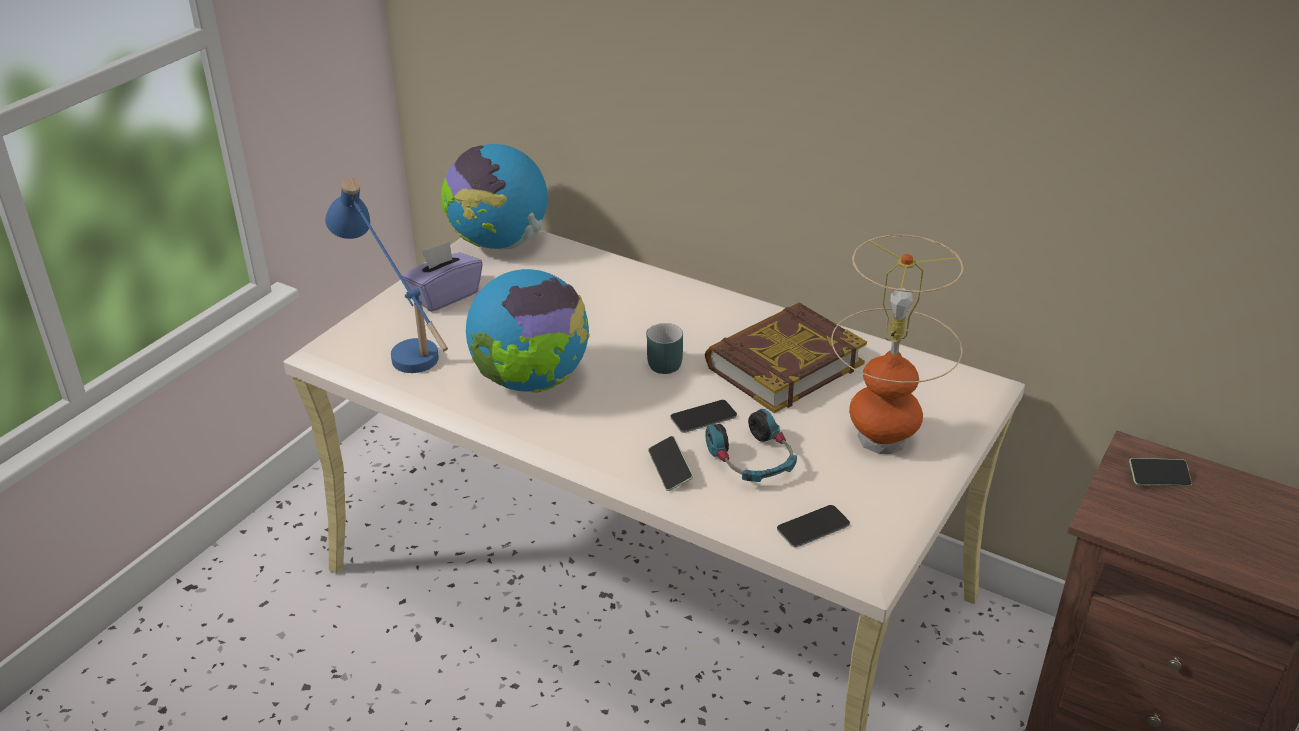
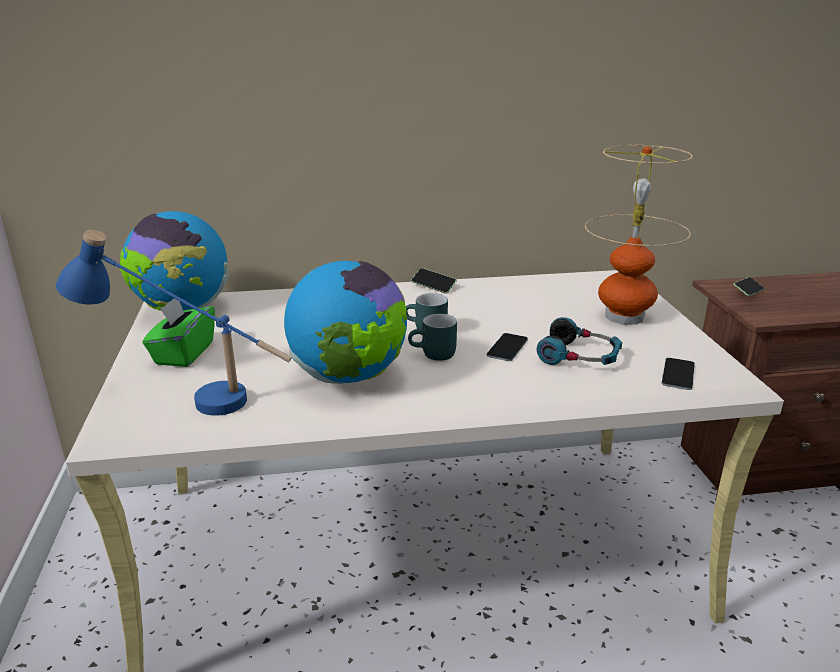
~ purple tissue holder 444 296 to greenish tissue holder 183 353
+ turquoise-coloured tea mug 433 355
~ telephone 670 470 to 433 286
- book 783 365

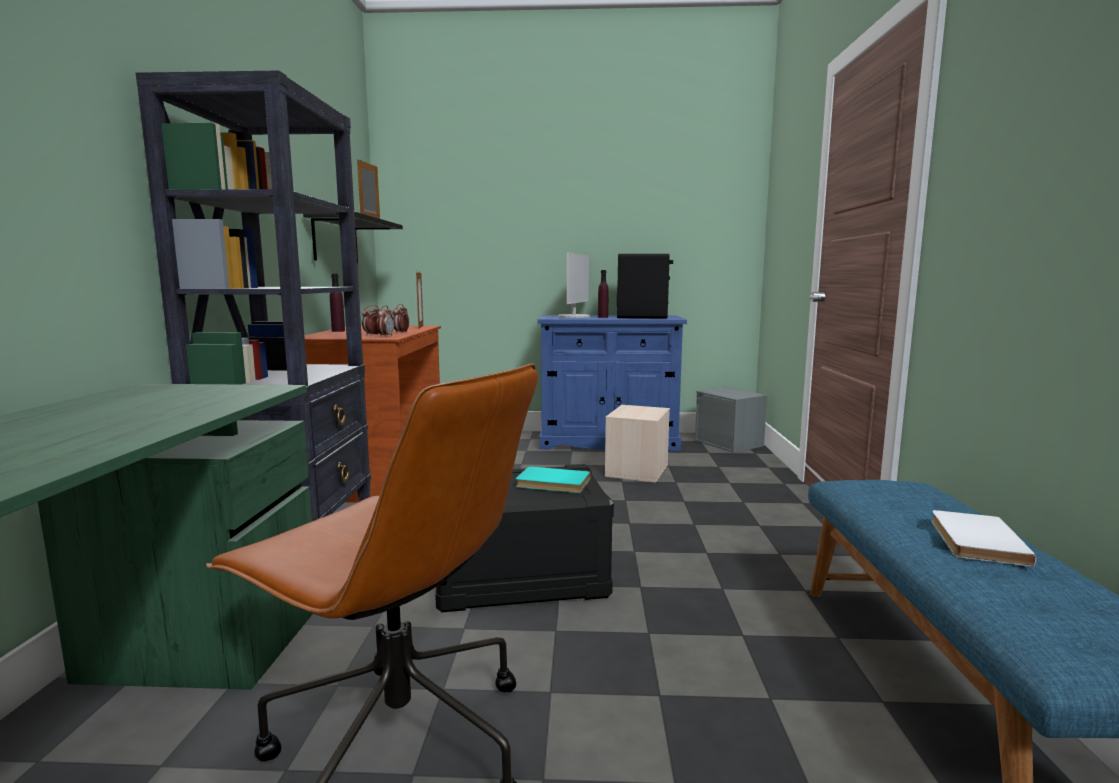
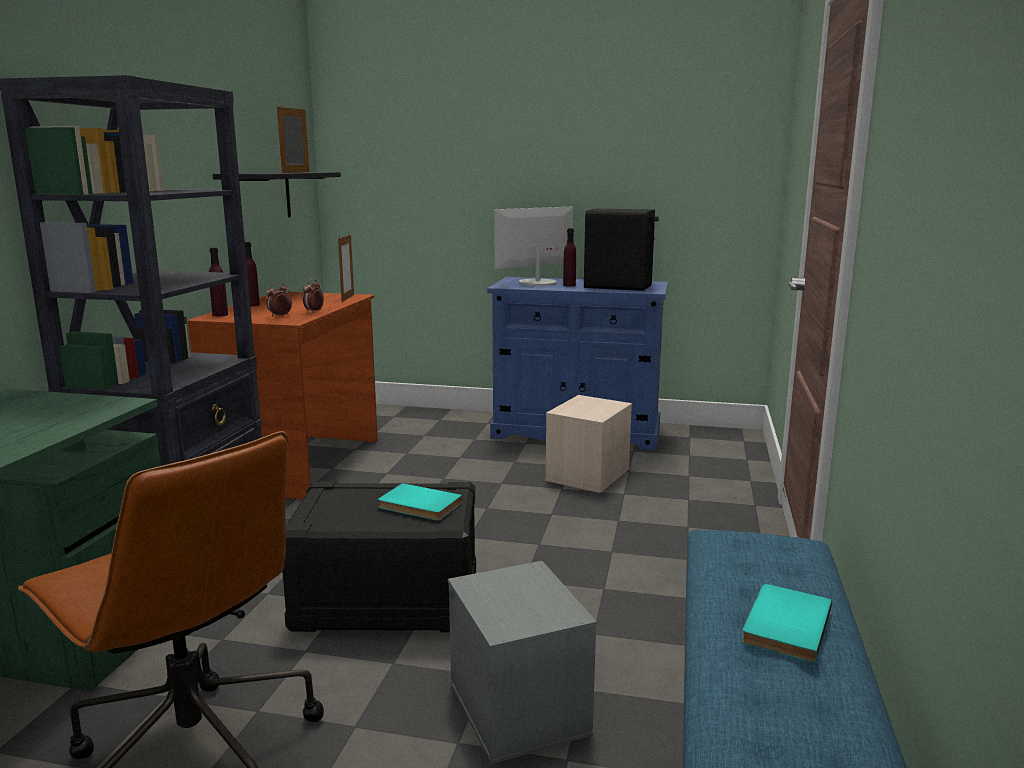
+ purple drink bottle 220 315
~ greyish storage box 729 443 to 520 709
~ computer screen 574 316 = 537 283 150 degrees counterclockwise
~ white book 973 540 to turquoise-coloured book 783 624
- bedside clock 386 336

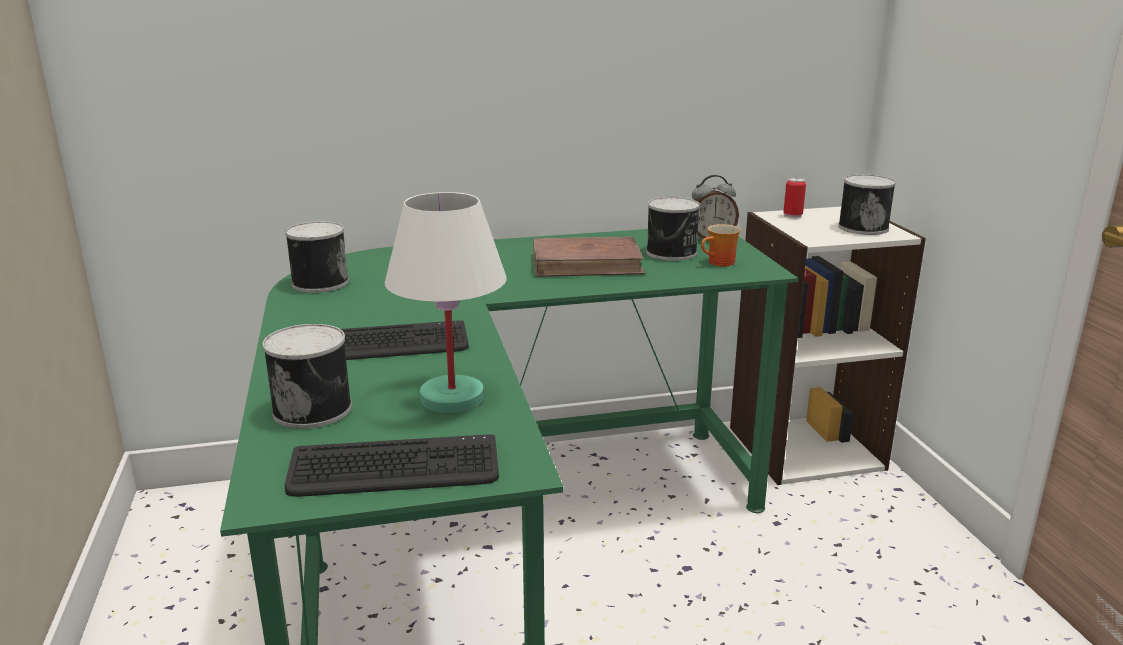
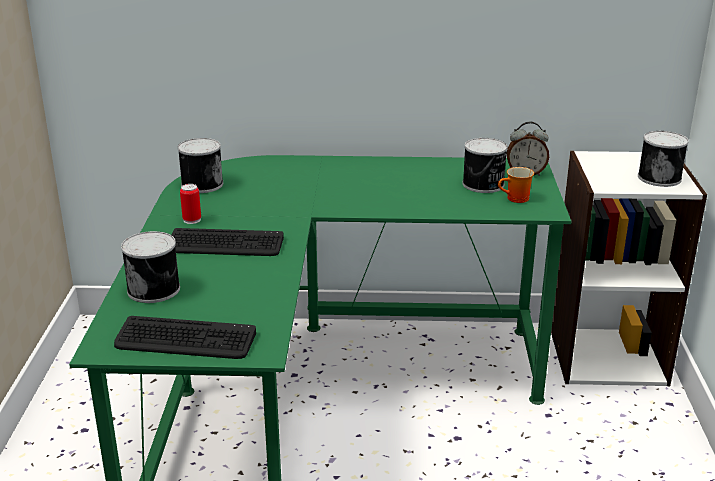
~ can 792 216 to 192 220
- white lamp for a table 452 399
- brown-coloured book 587 264

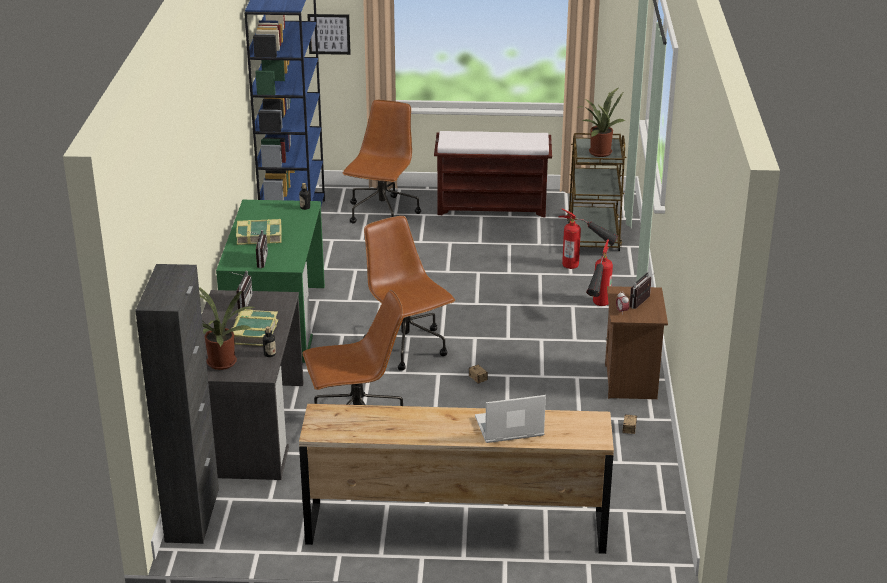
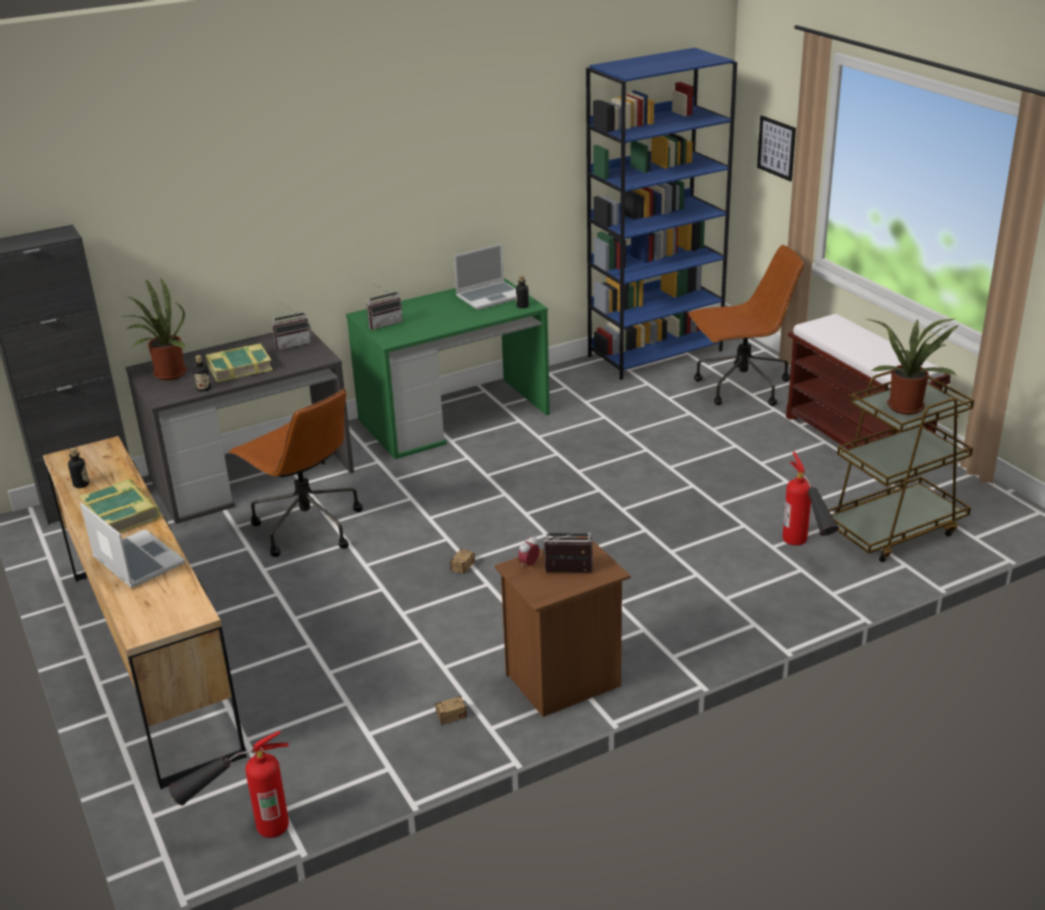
+ drink bottle 81 484
~ book 259 235 to 122 513
~ fire-fighting cylinder 597 310 to 242 832
+ notebook computer 490 297
- brown-coloured computer chair 406 347

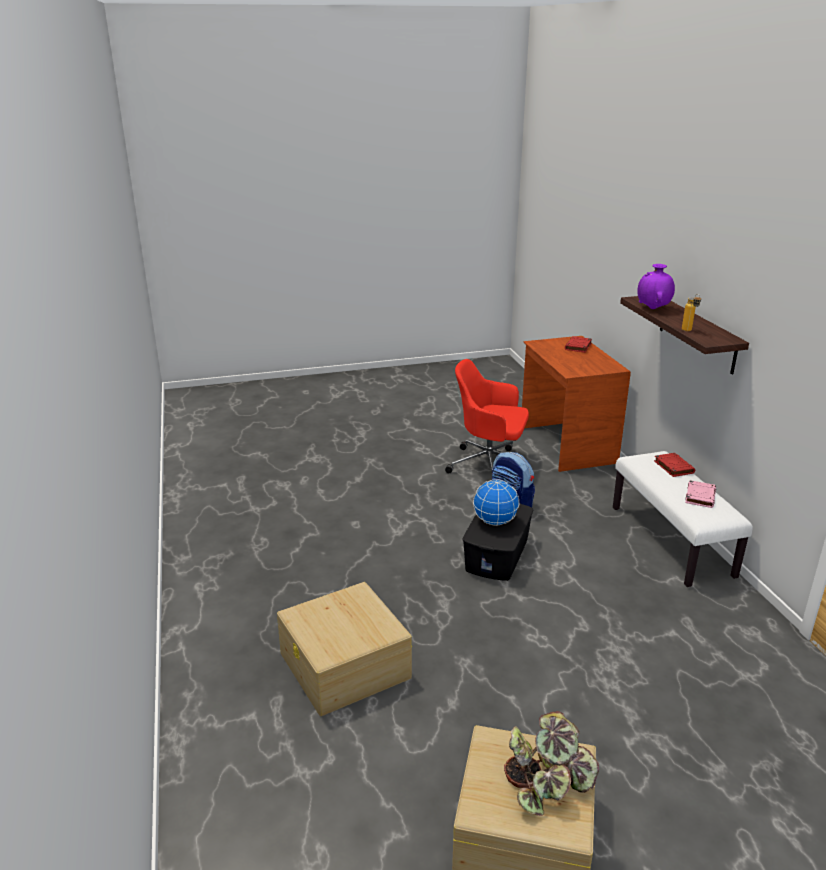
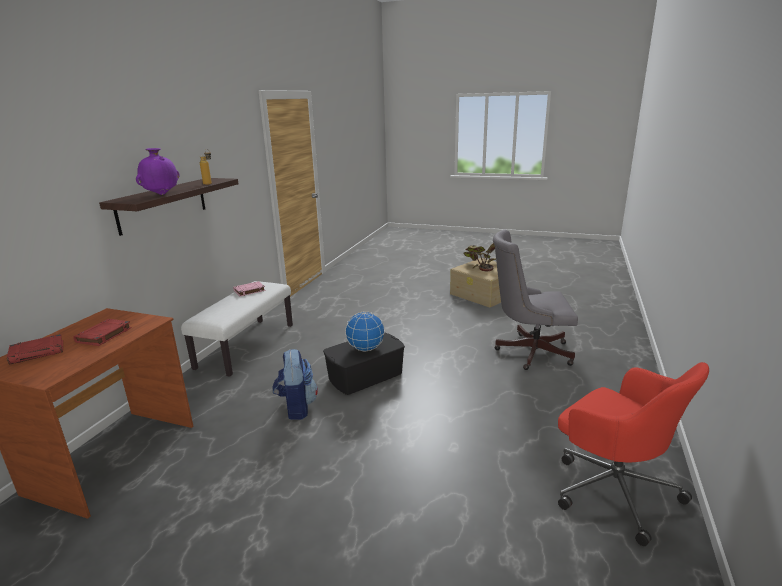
~ reddish book 673 467 to 103 335
~ beige storage box 345 666 to greyish computer chair 528 351
~ reddish computer chair 489 465 to 612 488

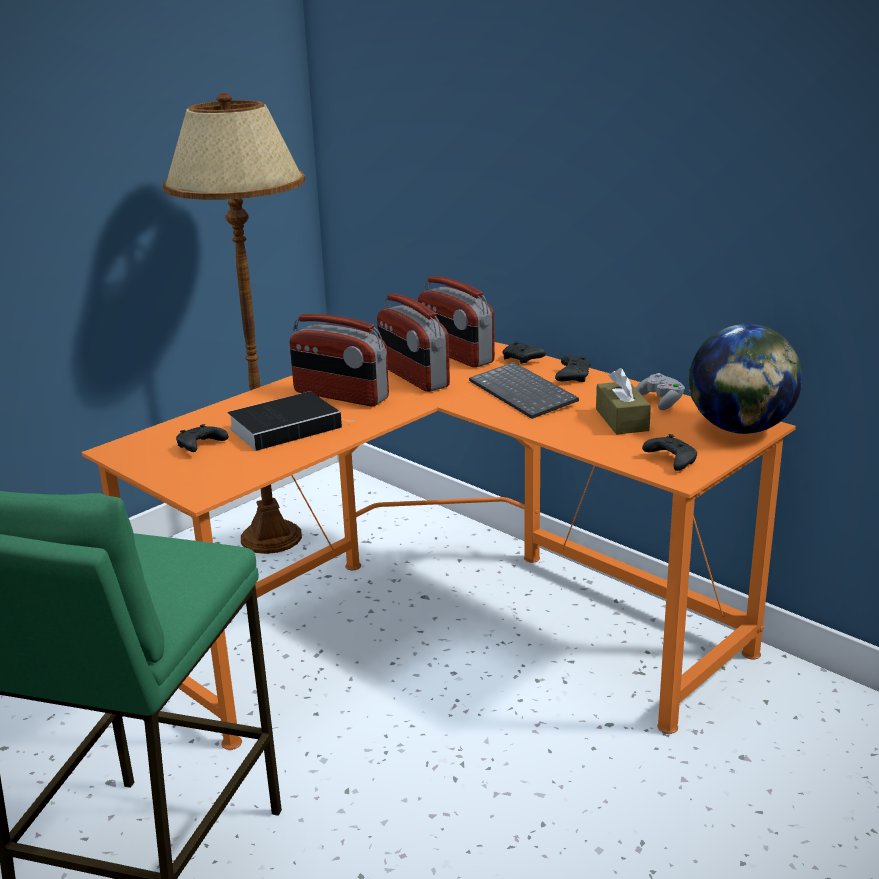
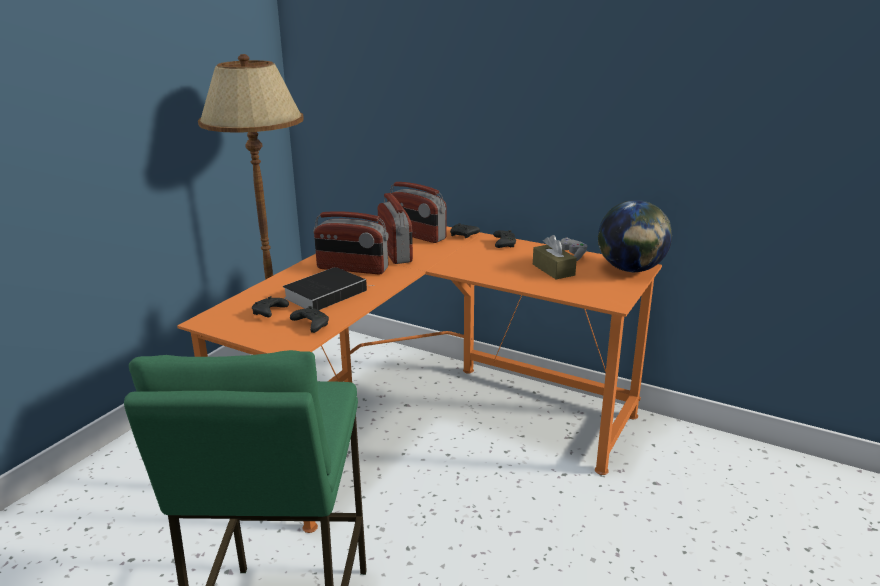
~ black game controller 670 460 to 310 325
~ radio set 413 377 = 396 252 150 degrees counterclockwise
- PC keyboard 525 393

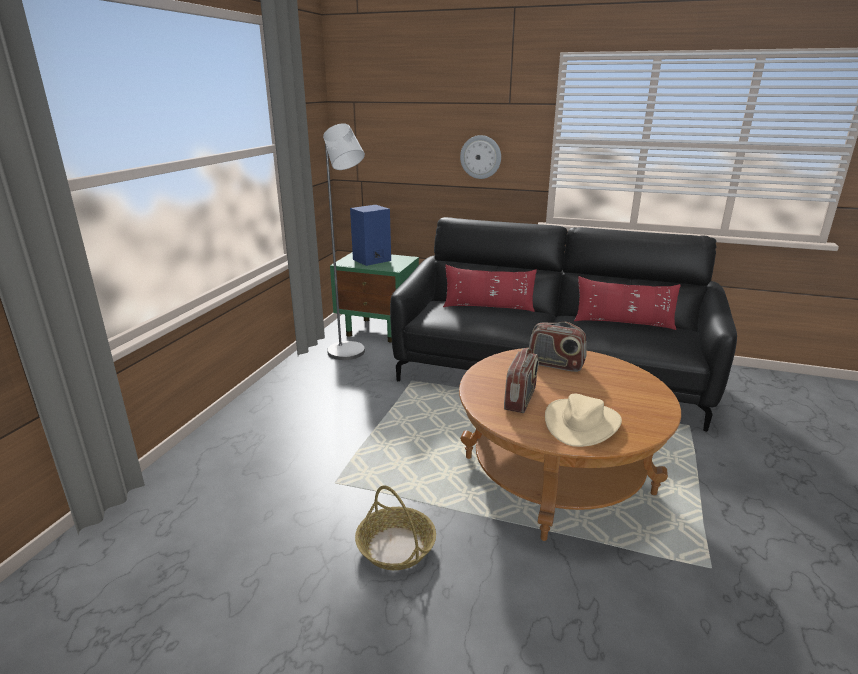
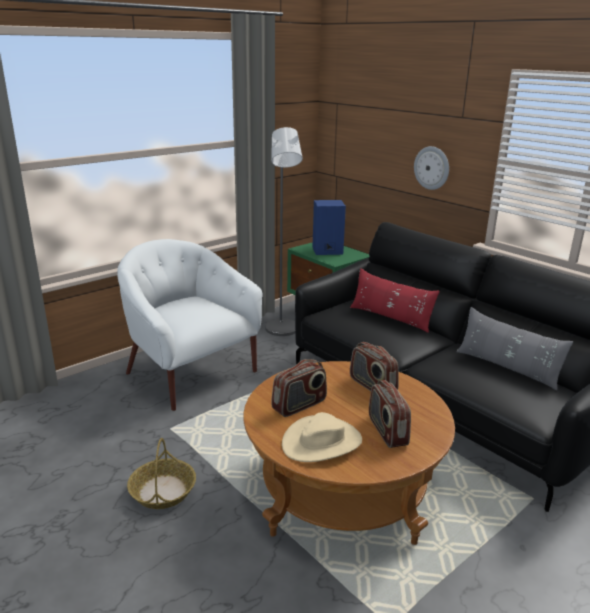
+ white lounge chair 189 372
+ radio set 387 431
~ reddish pillow 623 323 to greyish pillow 507 367

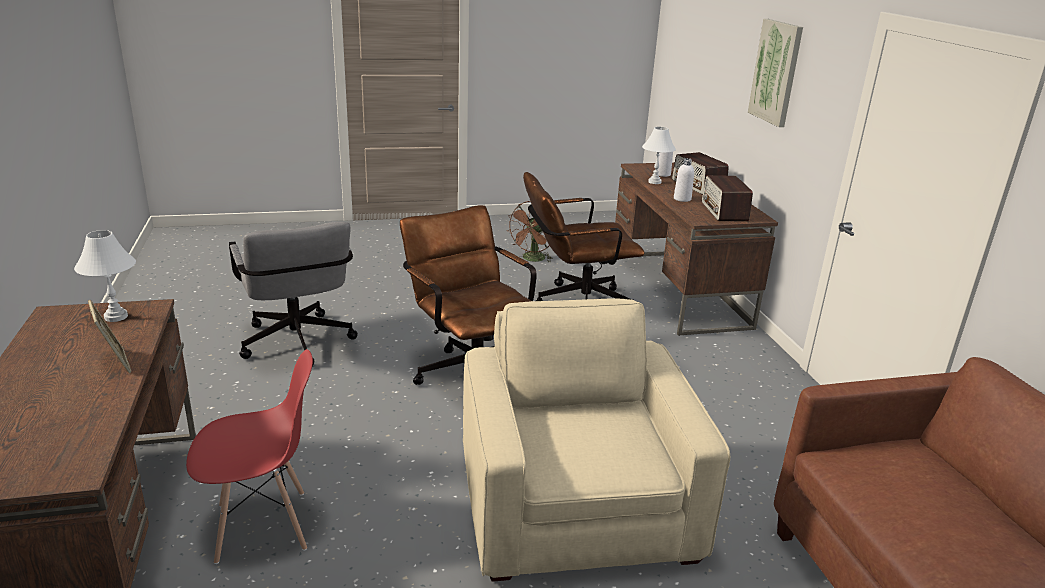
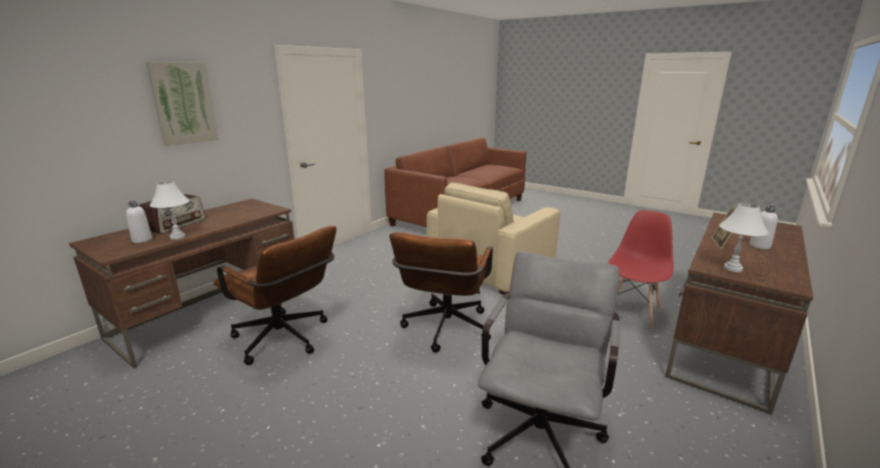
~ reddish chair 263 527 = 632 313 90 degrees clockwise
~ white drink bottle 682 199 to 759 246
- brown-coloured electric fan 532 259
- radio set 724 211

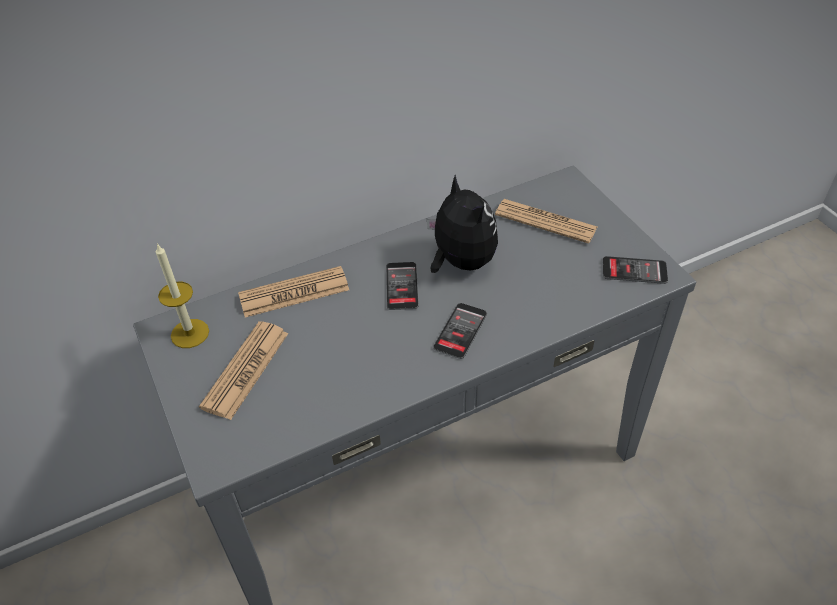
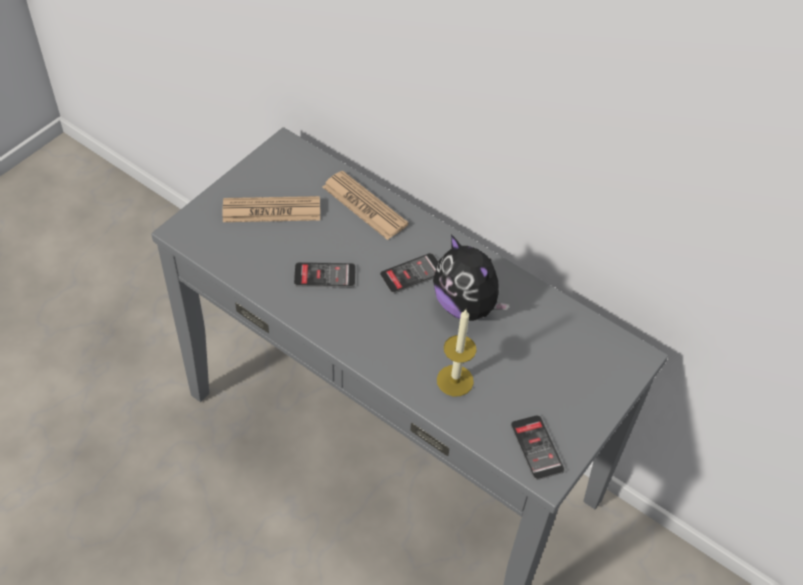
~ telephone 460 331 to 325 275
~ plush toy 460 262 = 466 305 105 degrees clockwise
~ candle 190 333 to 455 380
- newspaper 545 221

